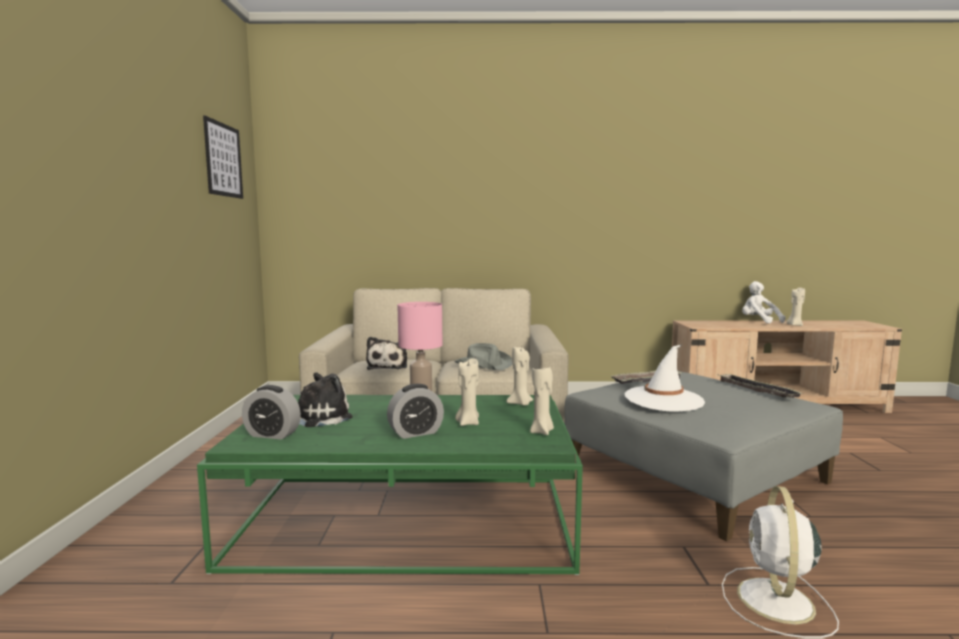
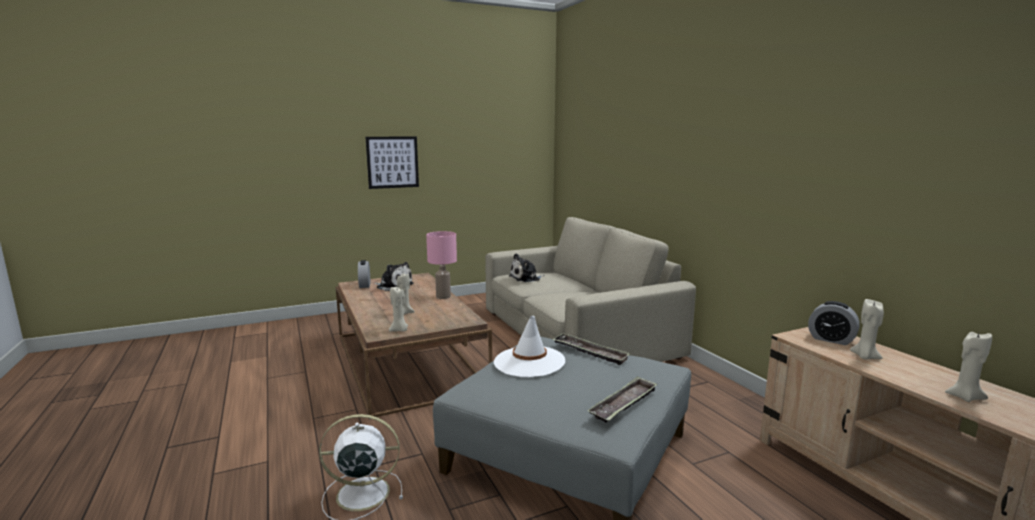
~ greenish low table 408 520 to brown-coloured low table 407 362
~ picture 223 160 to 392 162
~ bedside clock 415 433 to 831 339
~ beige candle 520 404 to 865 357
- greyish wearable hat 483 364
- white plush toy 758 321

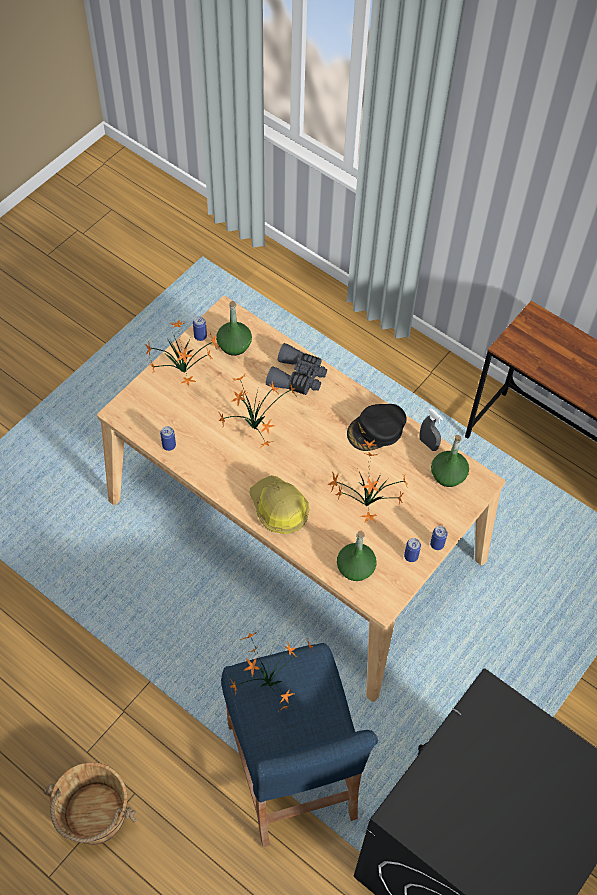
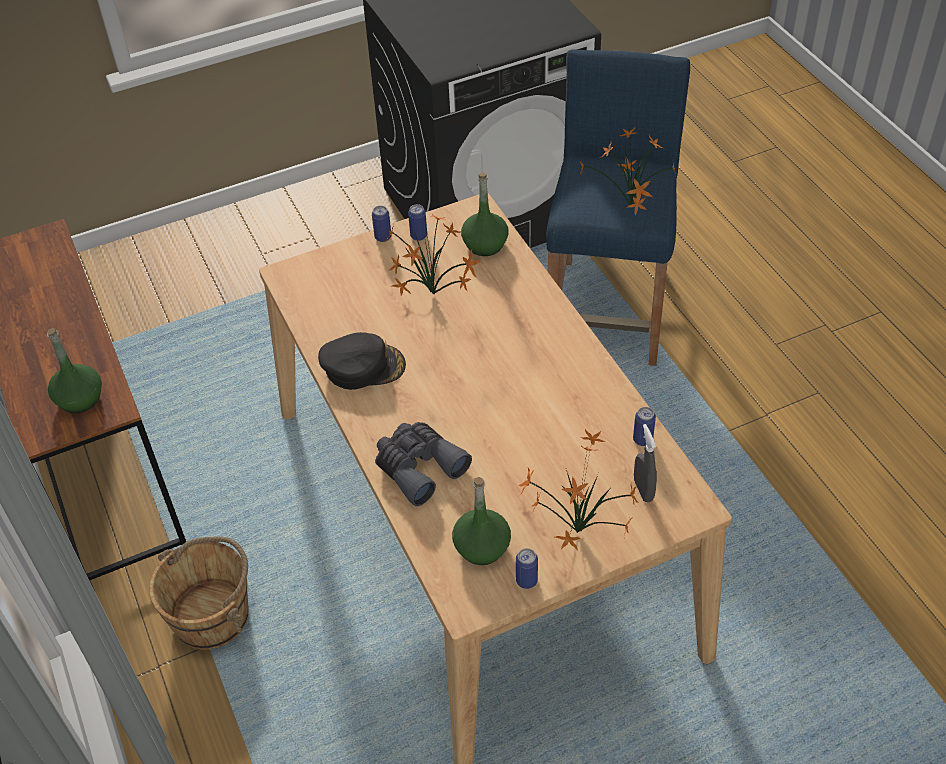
~ greenish drink bottle 448 474 to 79 399
~ brown-coloured pail 94 815 to 212 615
~ greyish hand sprayer 428 444 to 643 490
- houseplant 253 427
- work helmet 279 509

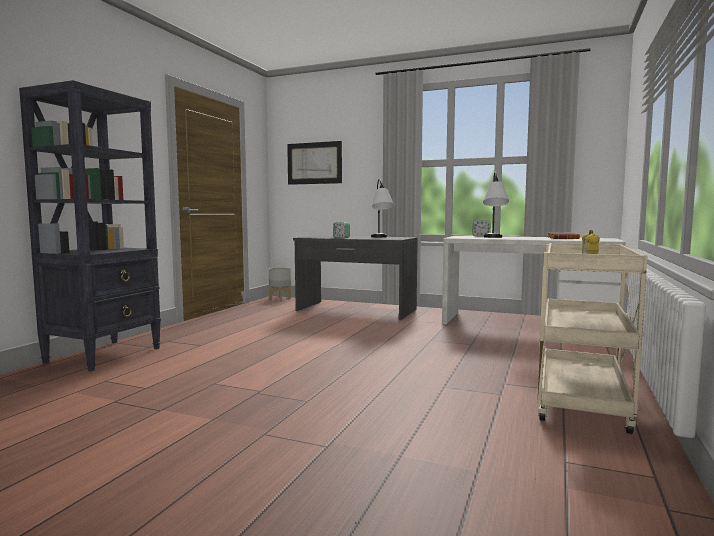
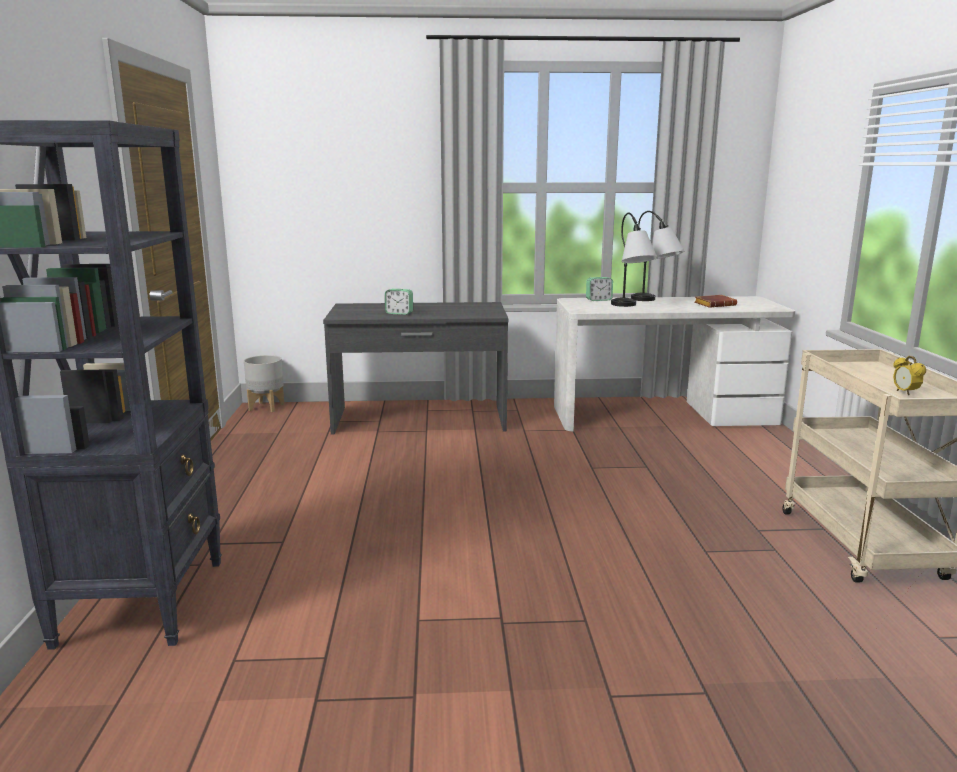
~ lamp for a table 380 237 to 655 301
- picture 314 163

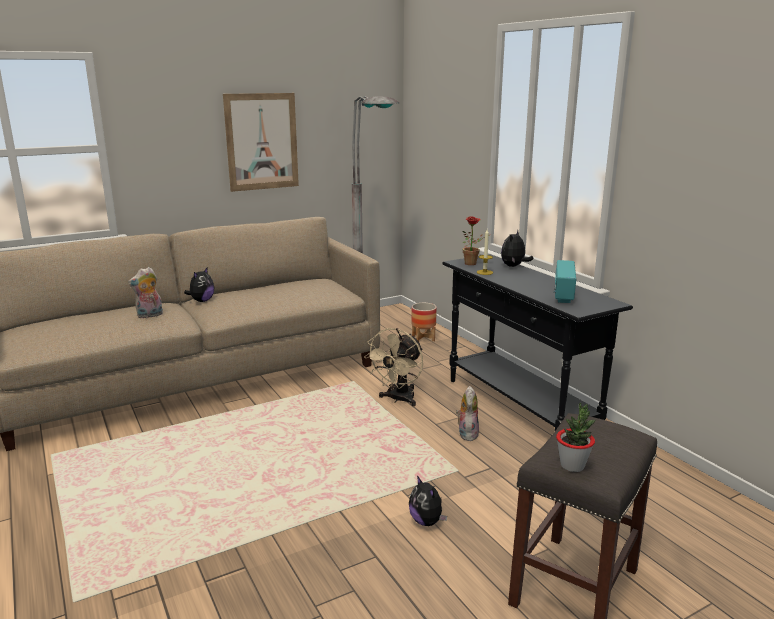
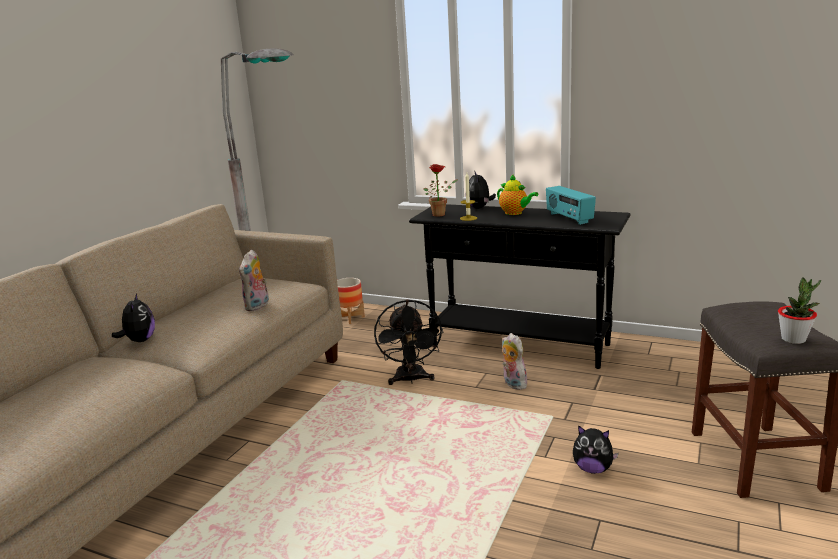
~ plush toy 149 315 to 258 306
~ beige electric fan 398 399 to black electric fan 411 380
+ pot for tea 515 213
- picture 262 142

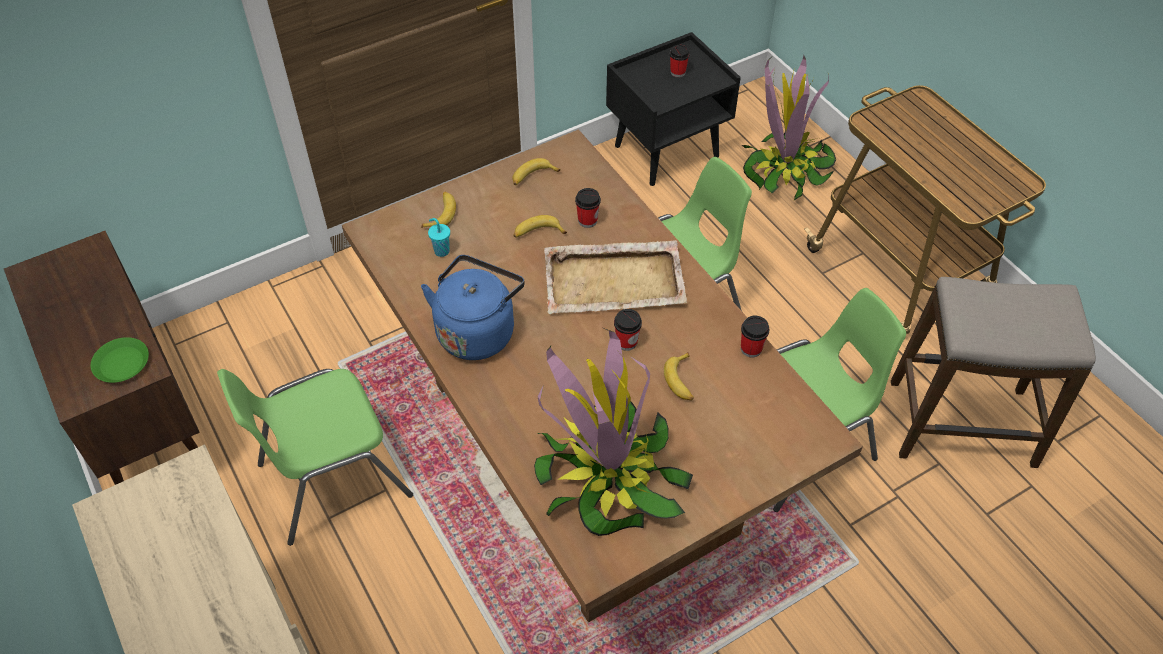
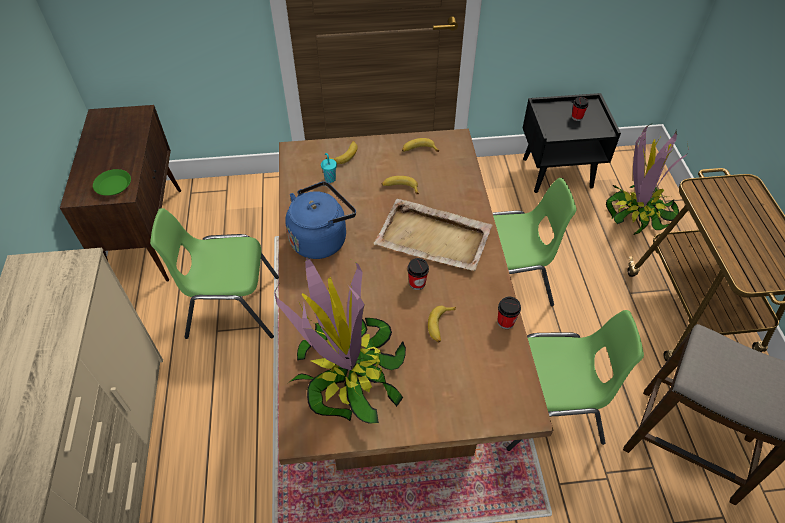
- small cup 587 220

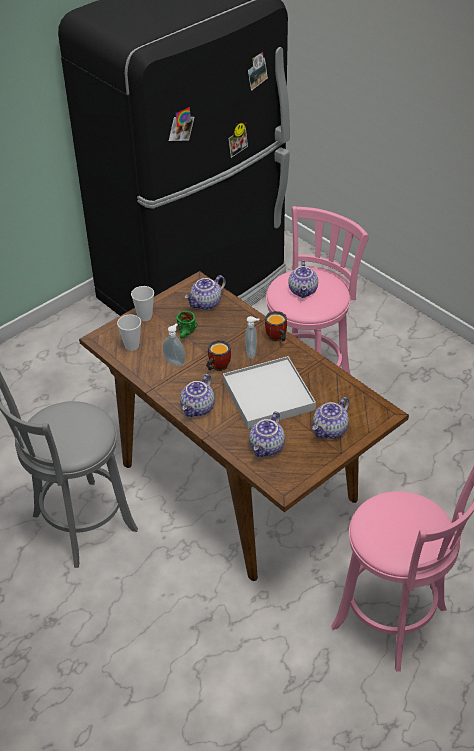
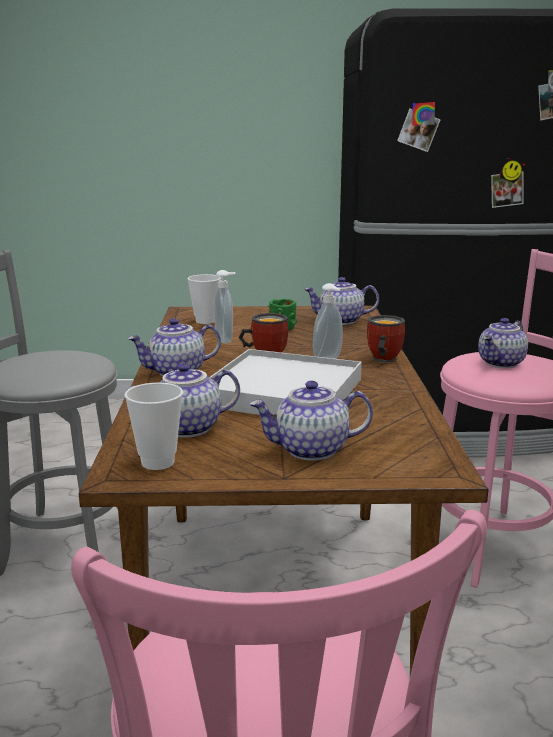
~ small cup 145 317 to 158 462

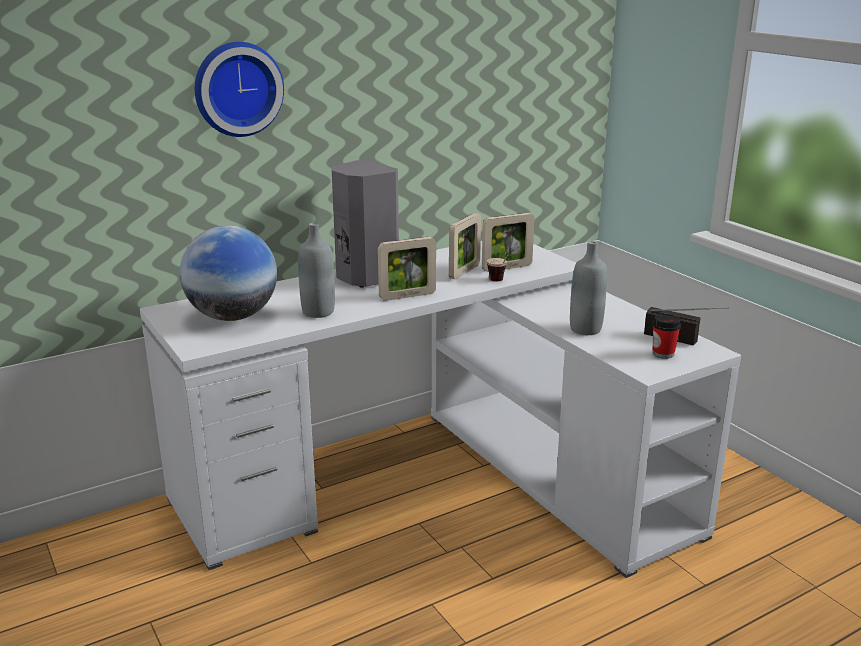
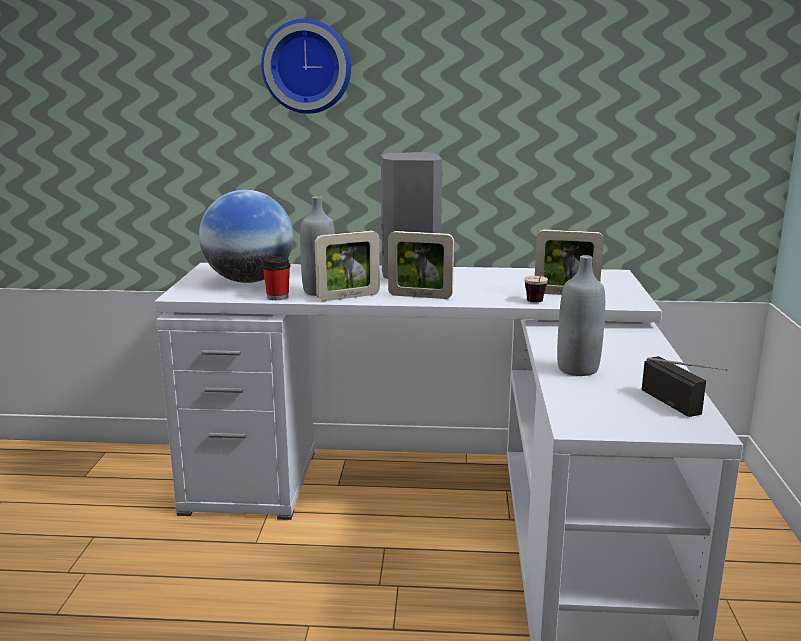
~ small cup 663 354 to 277 297
~ standing frame 464 271 to 348 297

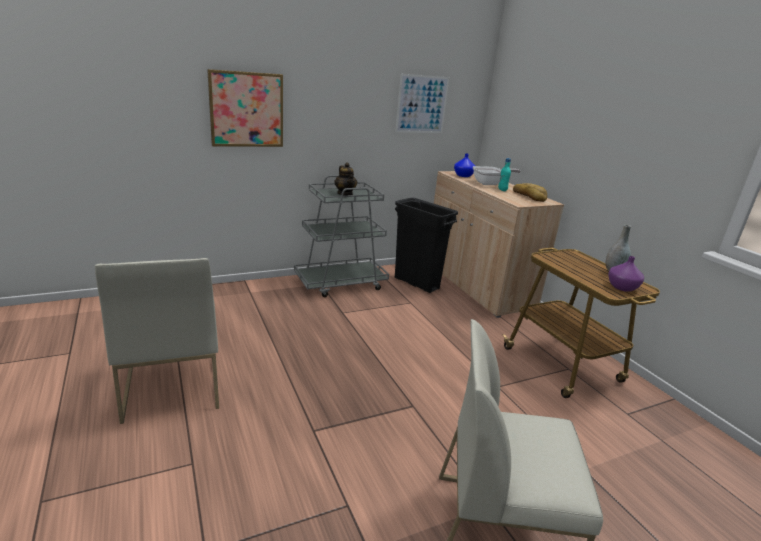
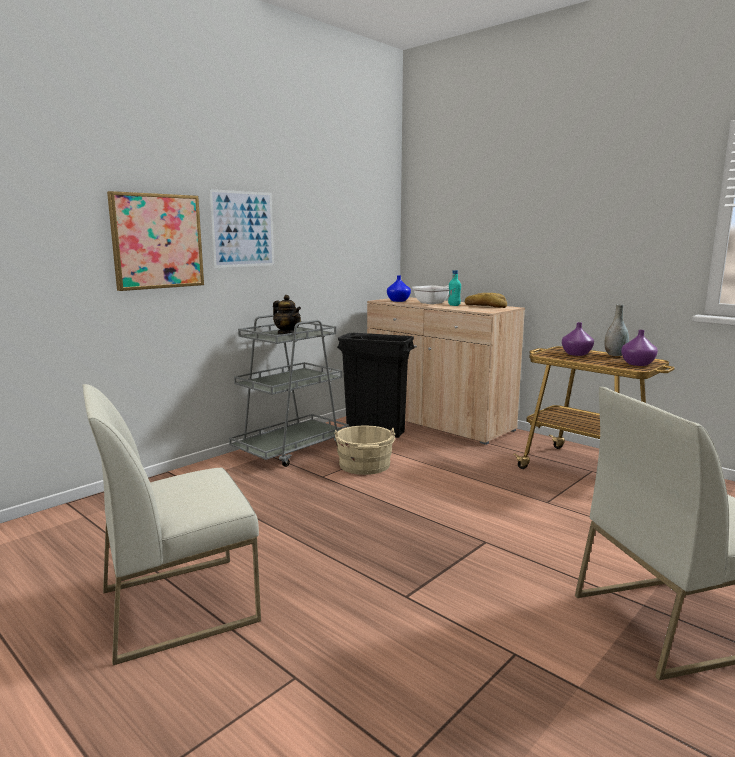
~ white chair 171 385 = 180 604 105 degrees clockwise
~ picture 422 104 to 243 229
+ beige pail 365 466
+ purple flower vase 575 354

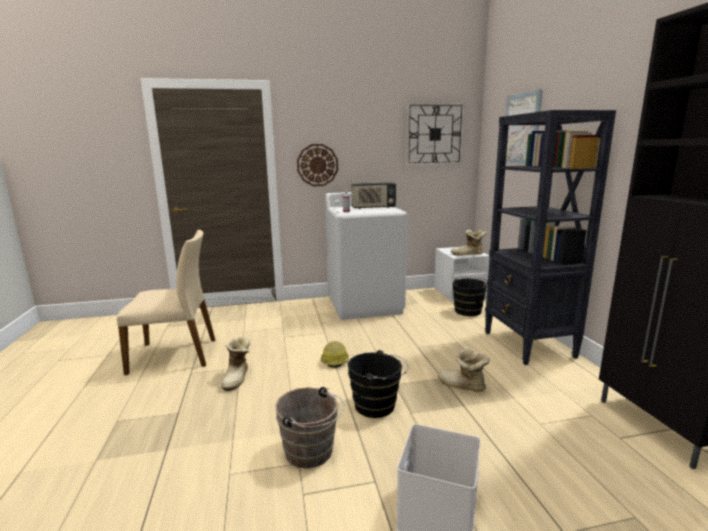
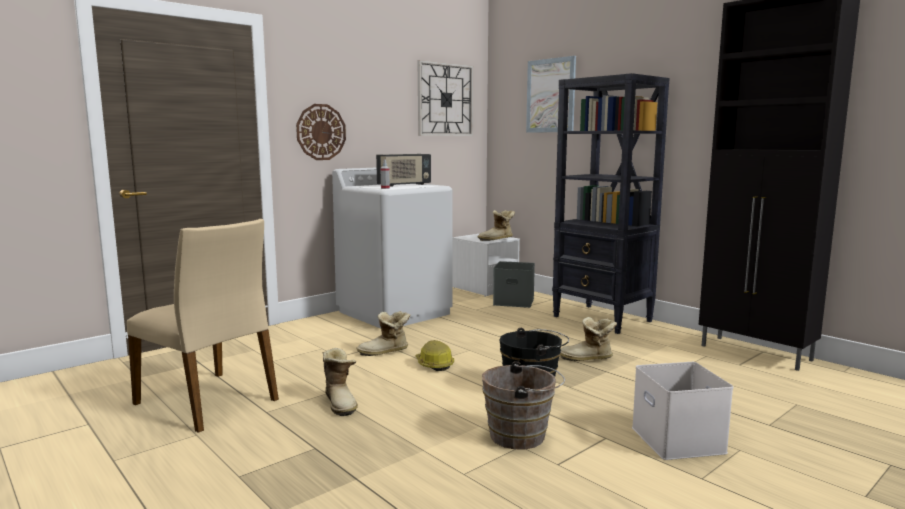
~ beige chair 175 355 = 209 401 75 degrees clockwise
+ boot 385 352
~ black pail 469 310 to greyish storage box 514 301

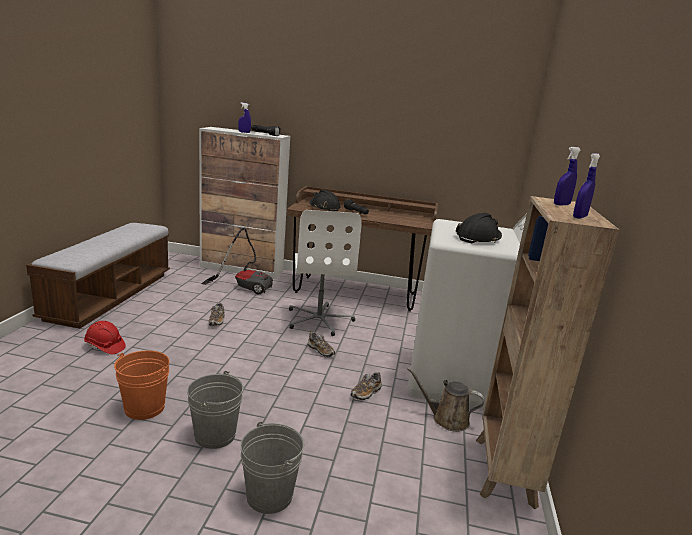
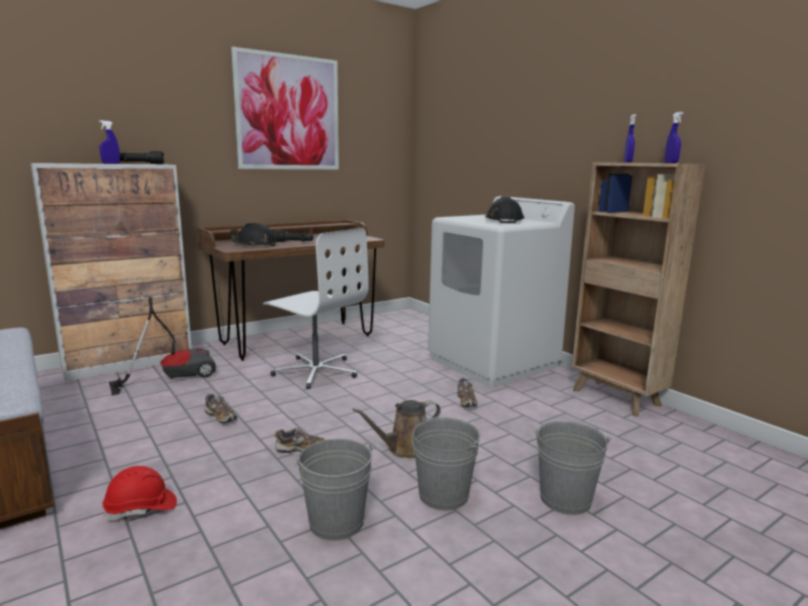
+ picture 288 113
~ shoe 320 351 to 301 450
~ orange pail 144 408 to greyish pail 336 522
~ brown-coloured watering pot 446 419 to 405 449

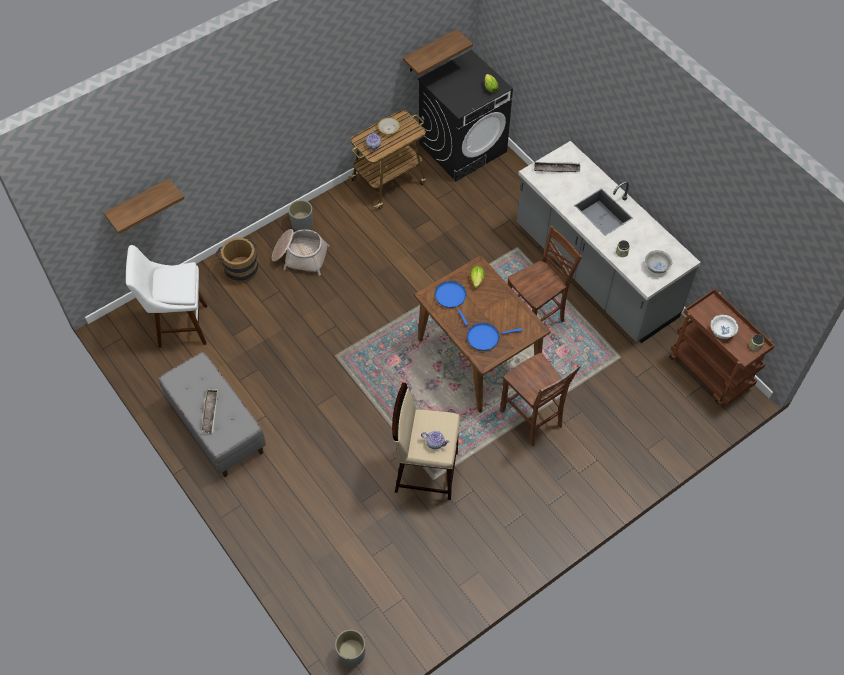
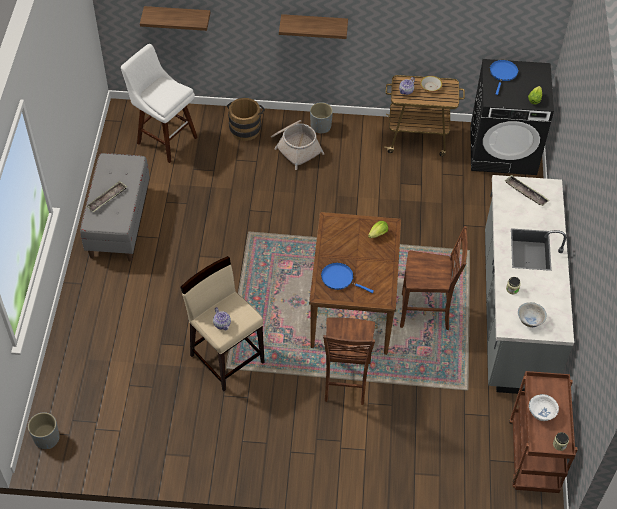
~ bracket shelf 429 51 to 314 25
~ blue-coloured skillet 451 298 to 503 74

